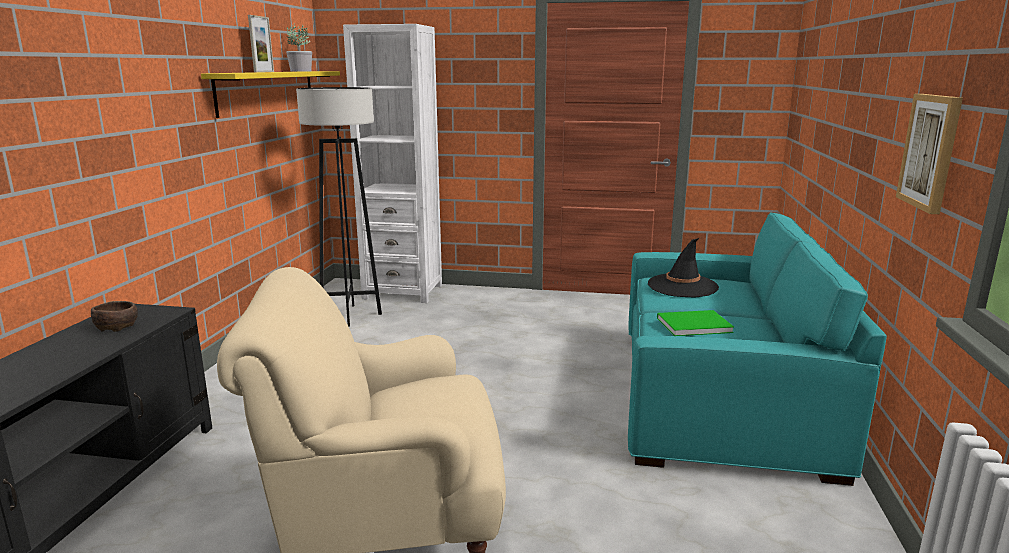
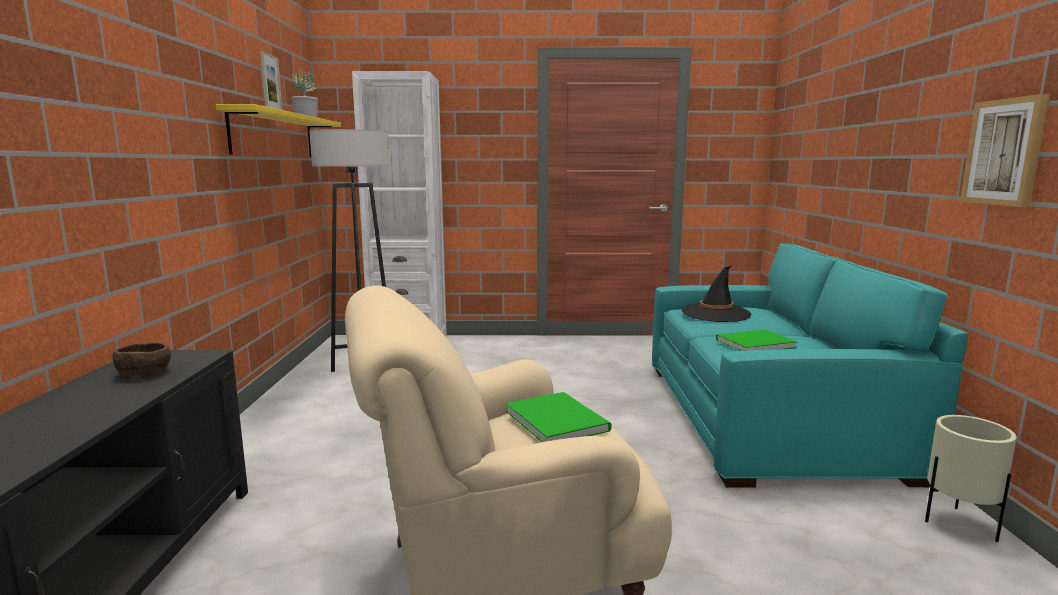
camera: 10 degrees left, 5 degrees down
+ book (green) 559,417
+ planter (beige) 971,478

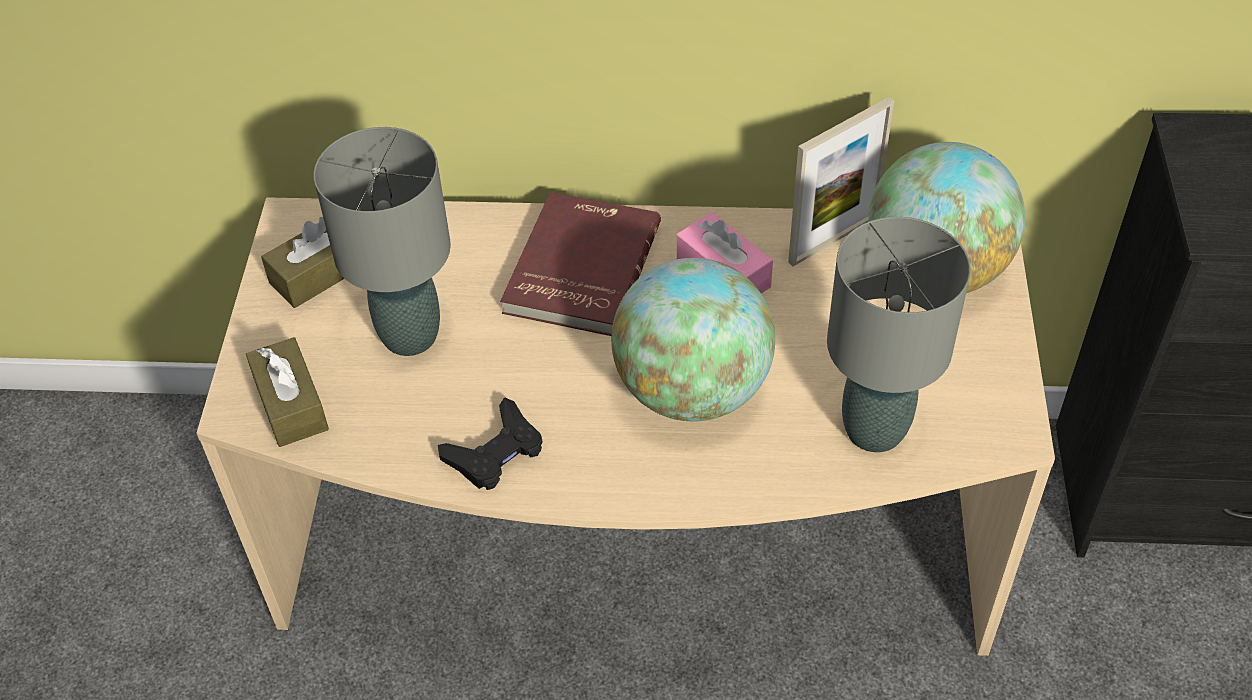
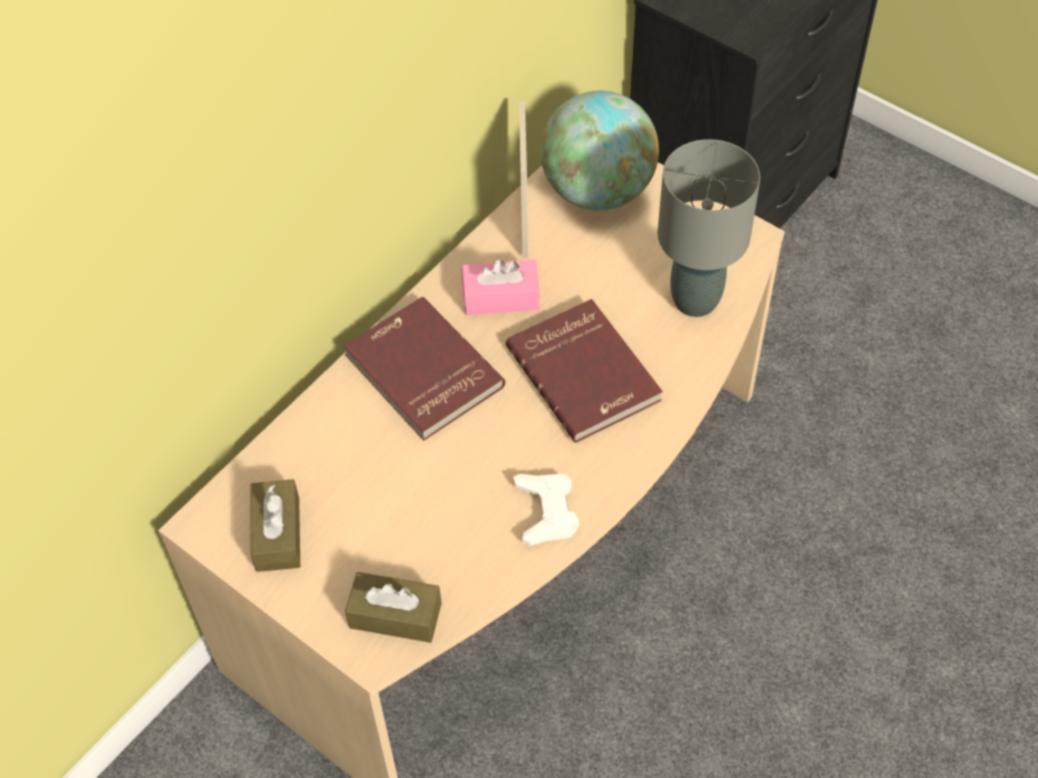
camera: 55 degrees left, 5 degrees up
- table lamp (grey) 382,241
~ game controller (black) 490,443 to game controller (white) 546,510
~ globe 693,339 to book (red) 584,371

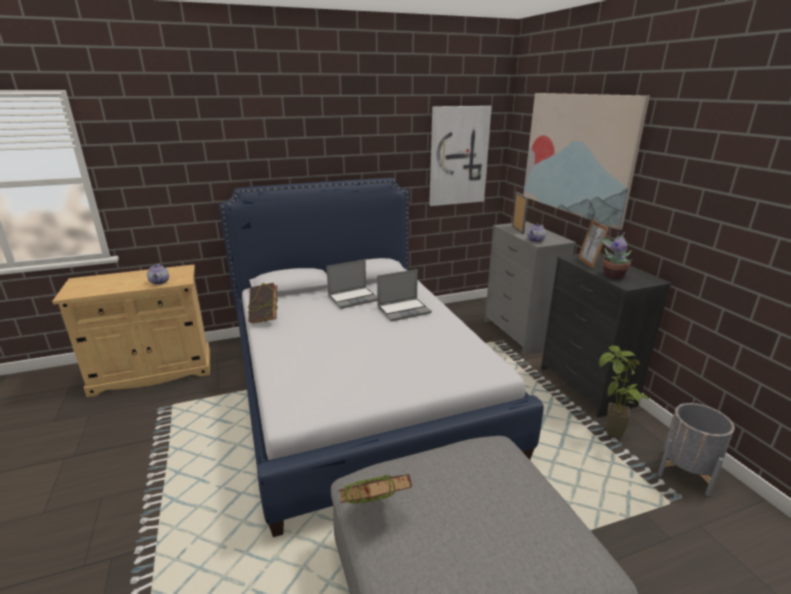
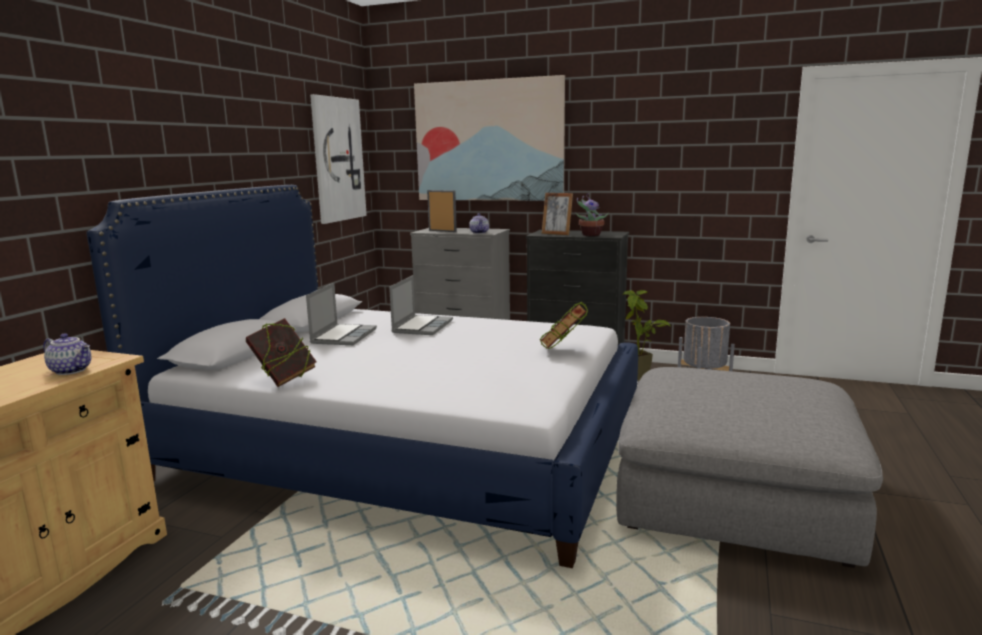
camera: 50 degrees left, 10 degrees down
~ book 375,489 to 564,325

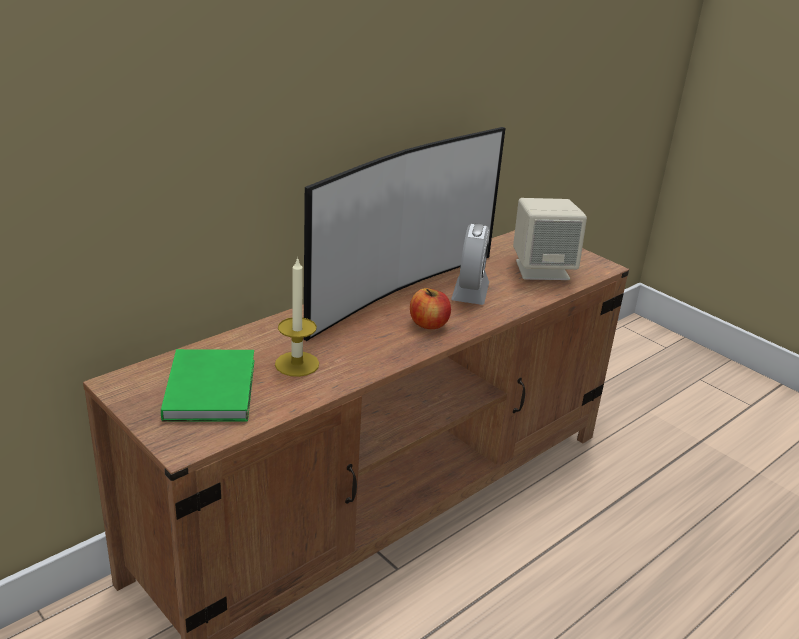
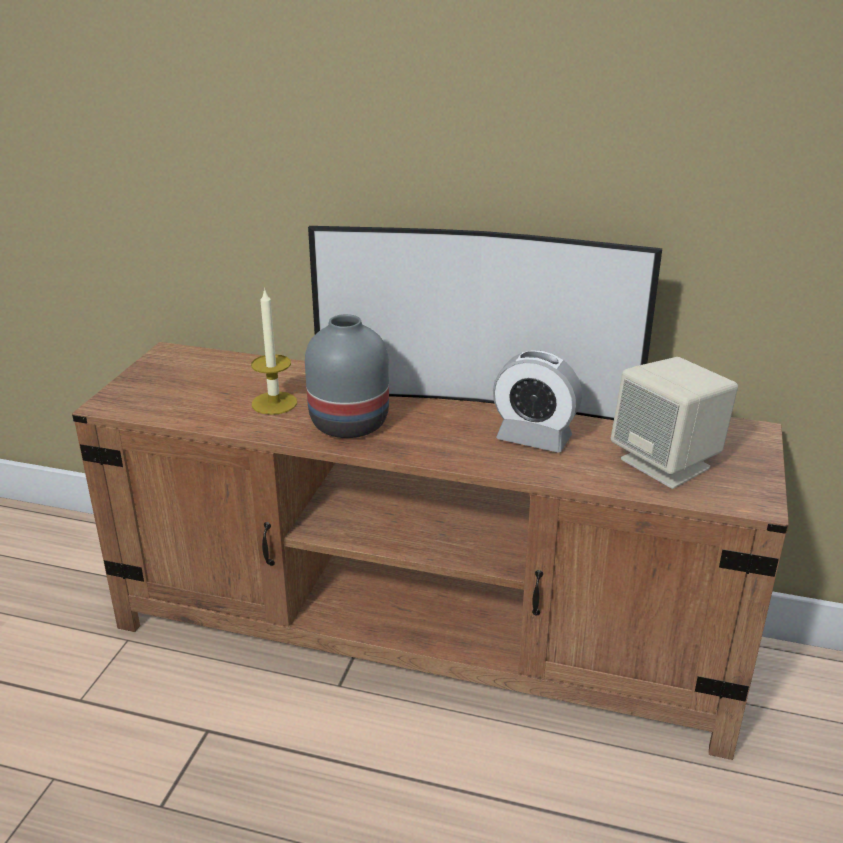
camera: 60 degrees right, 0 degrees up
- book (green) 207,385
- apple 430,308
~ alarm clock 470,264 = 537,401 45 degrees clockwise
+ vase (grey) 347,376

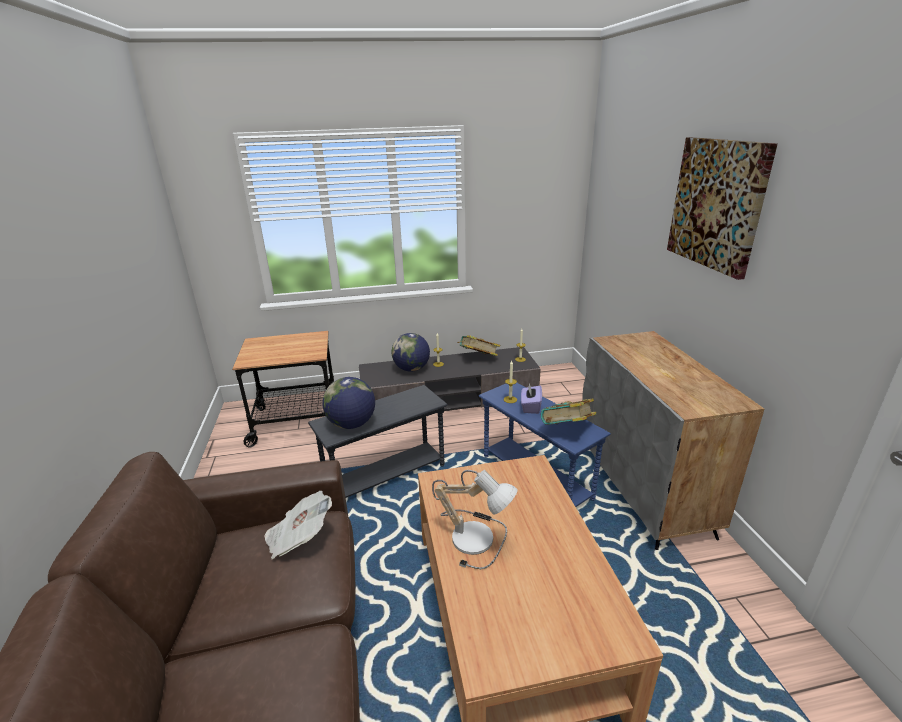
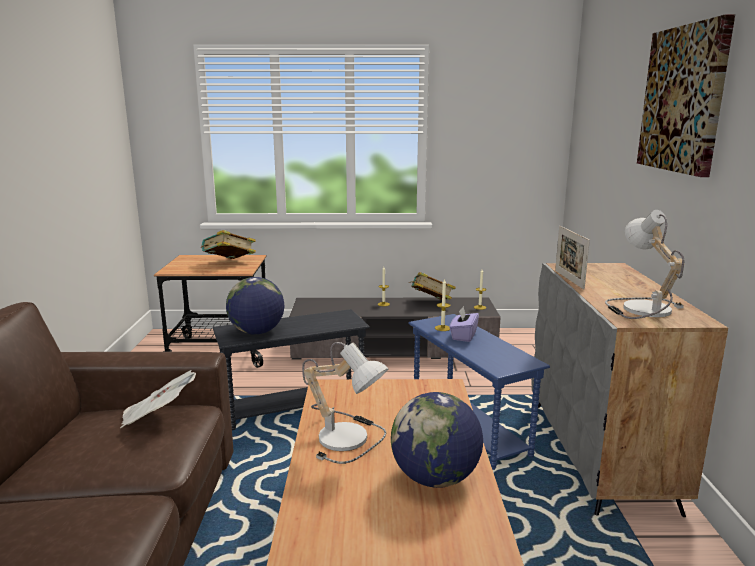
camera: 10 degrees right, 10 degrees down
~ globe 410,352 to 437,440
~ book 568,411 to 228,244
+ picture frame 572,257
+ table lamp 644,264

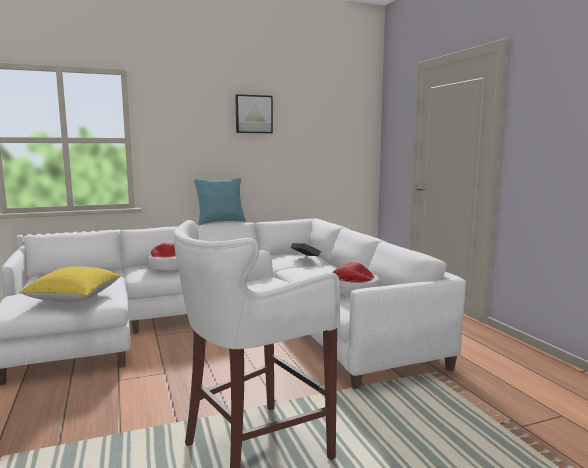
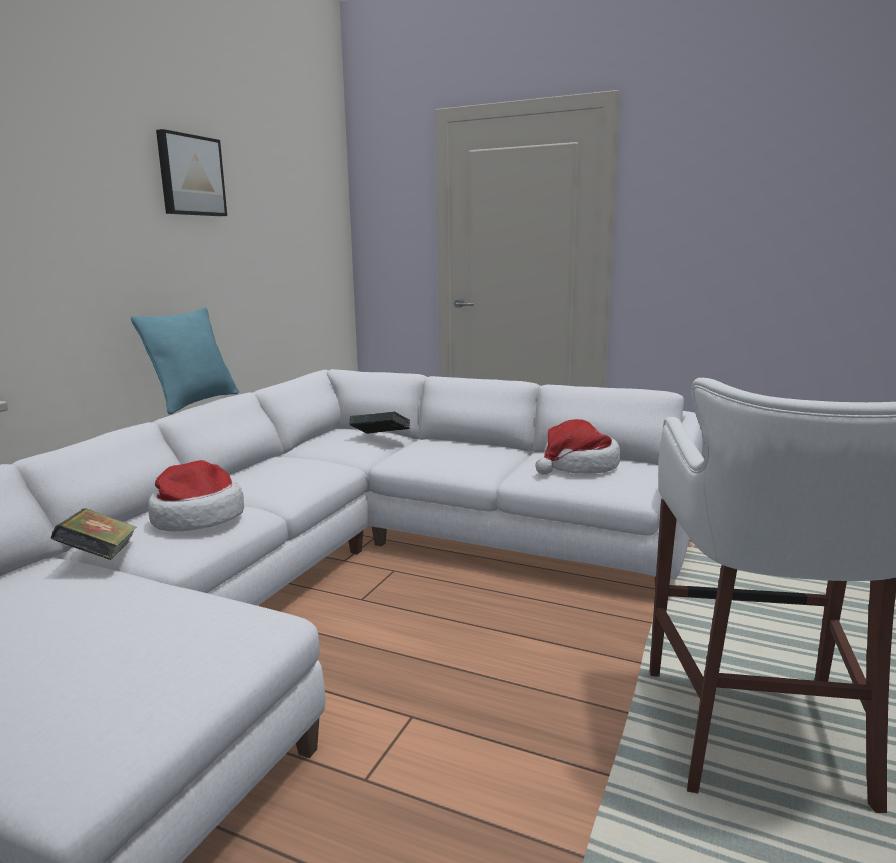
camera: 45 degrees left, 5 degrees up
- pillow (yellow) 70,284
+ book 94,534

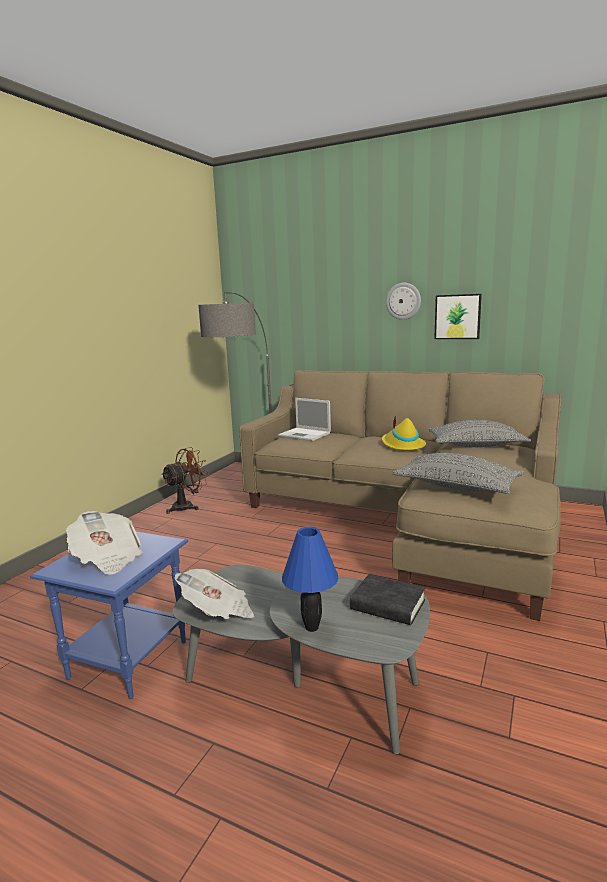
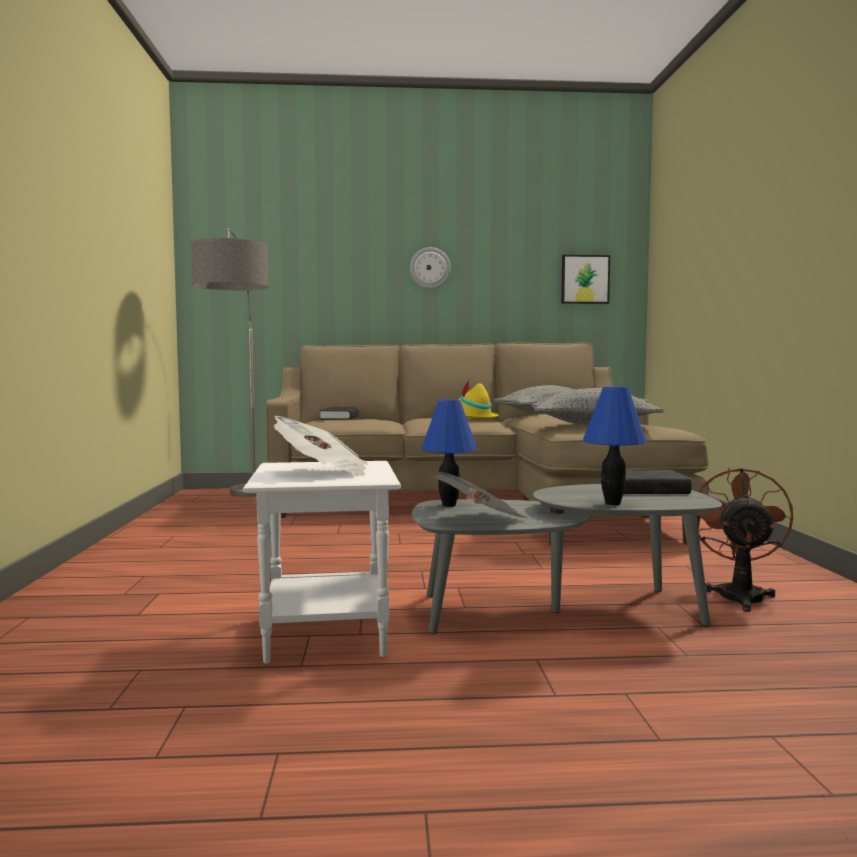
camera: 30 degrees left, 10 degrees down
~ side table (blue) 109,615 to side table (white) 322,562
~ fan (brown) 185,480 to 745,540
~ laptop 304,419 to book (black) 338,413
~ picture 458,316 to 585,279
+ table lamp (blue) 449,453

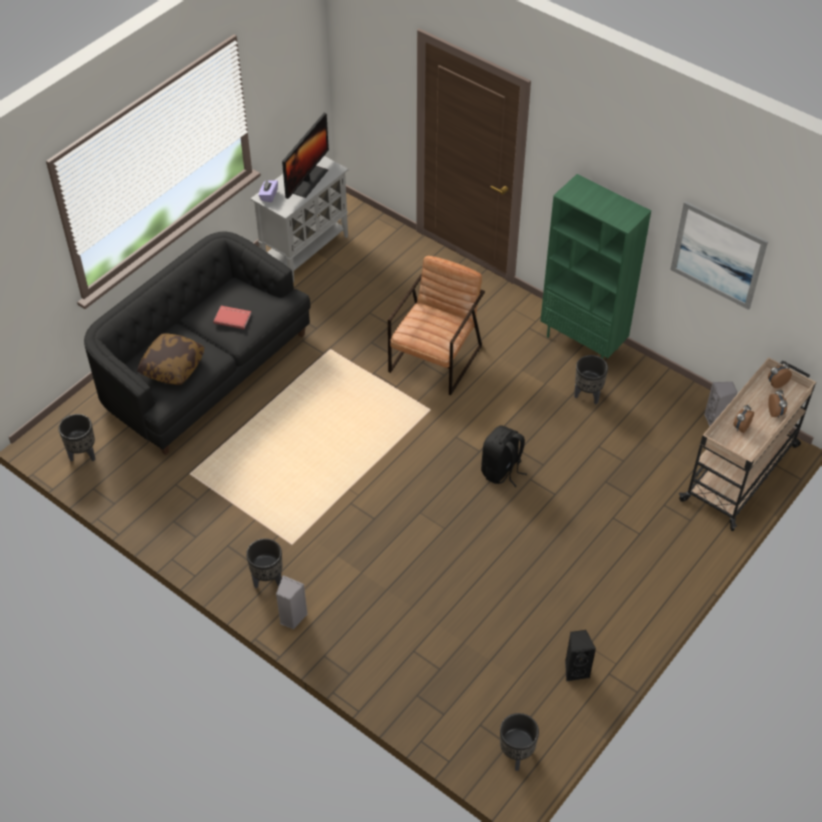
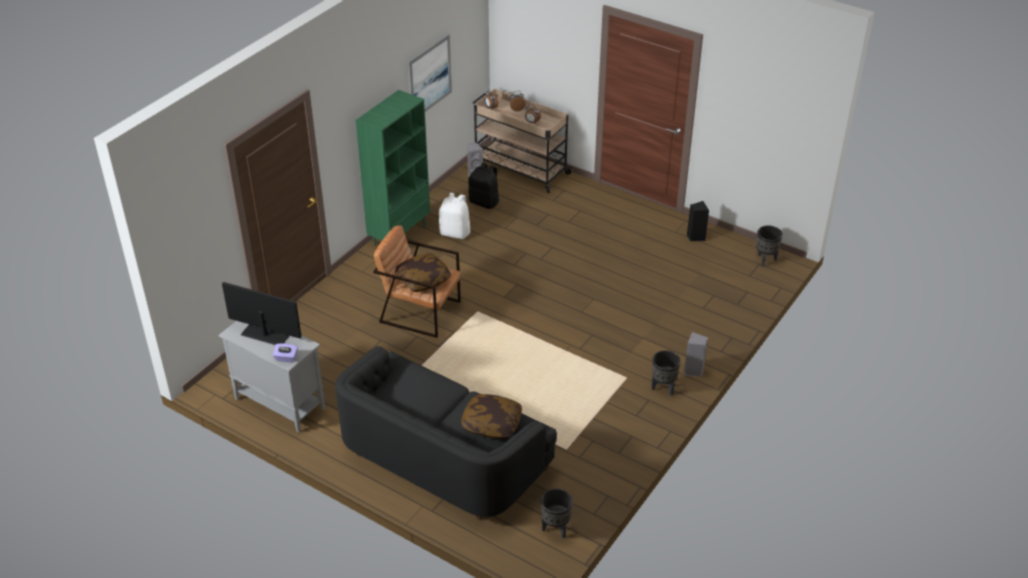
camera: 95 degrees left, 10 degrees down
- book (red) 232,317
~ backpack (black) 504,456 to 483,186
~ planter (black) 591,379 to backpack (white) 454,216
+ pillow 423,272

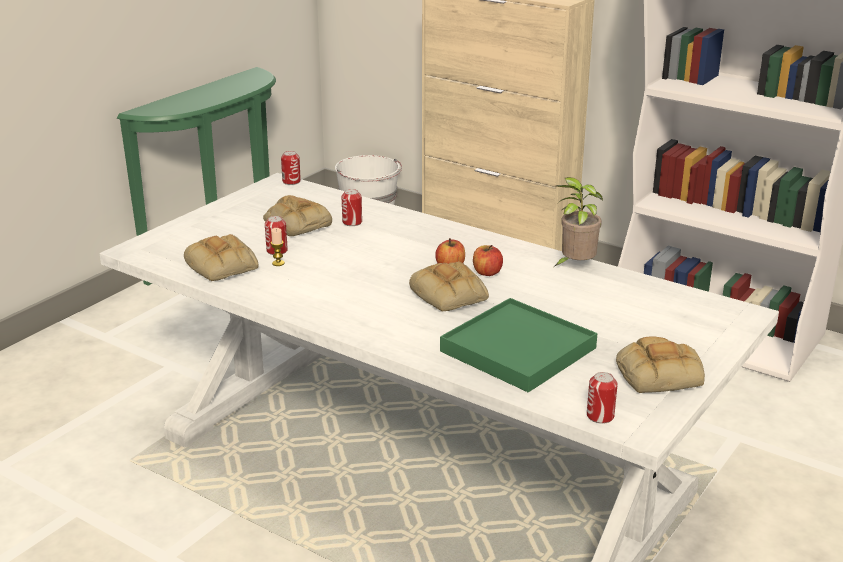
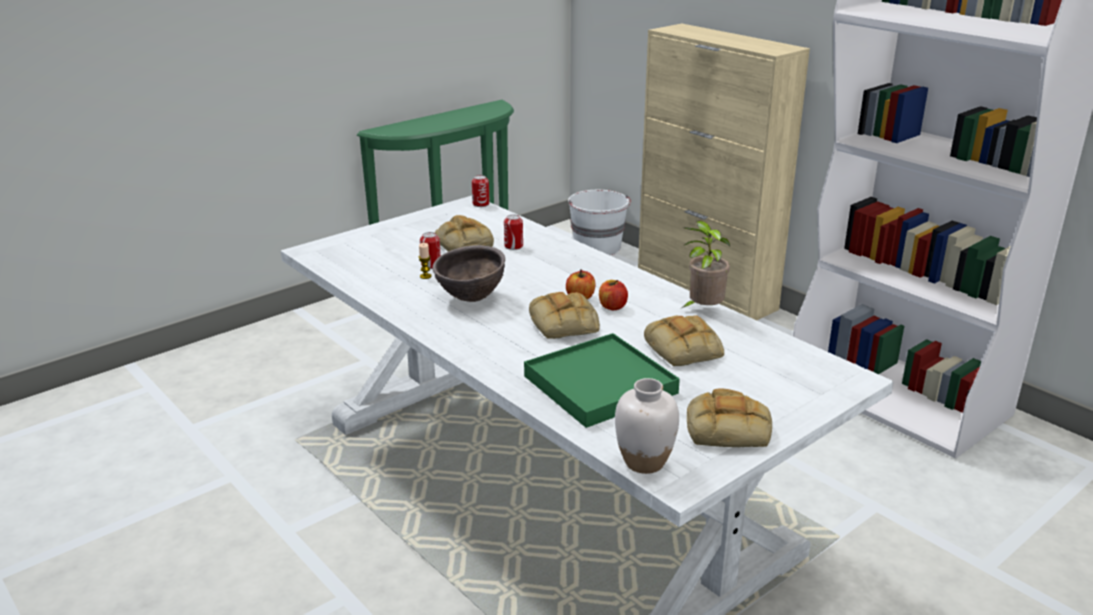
camera: 15 degrees right, 0 degrees up
~ bread 221,258 to 684,340
~ can 602,398 to vase (white) 647,426
+ bowl (brown) 468,273

